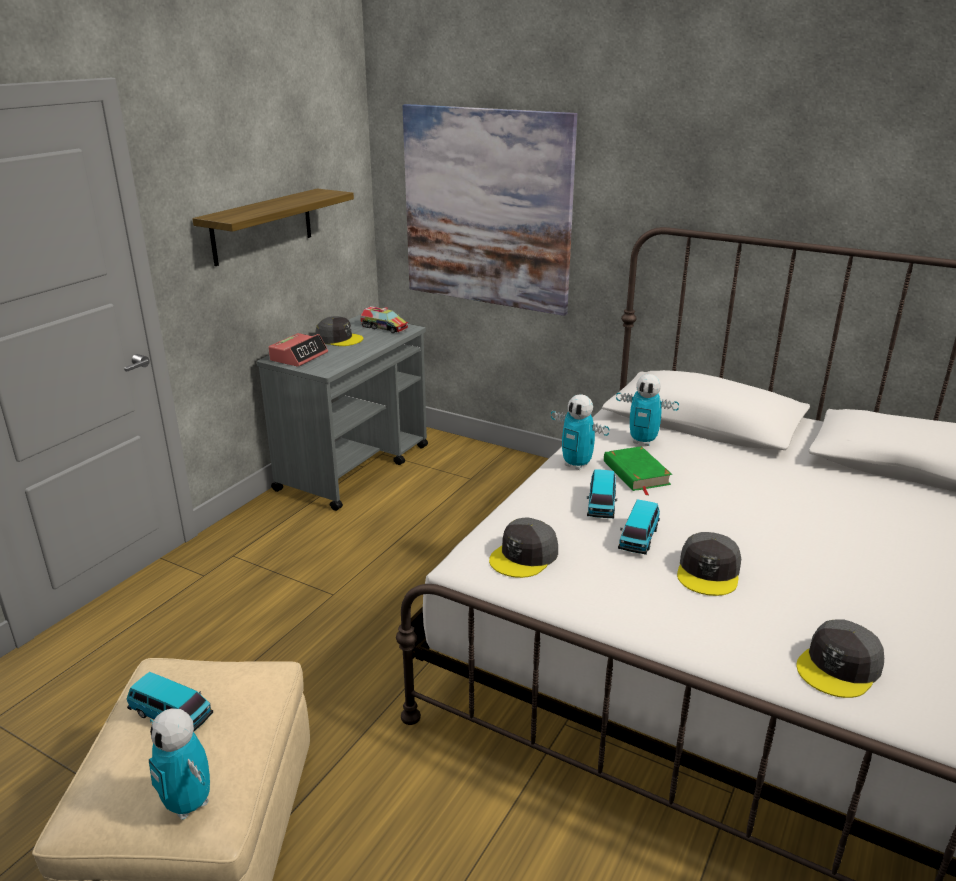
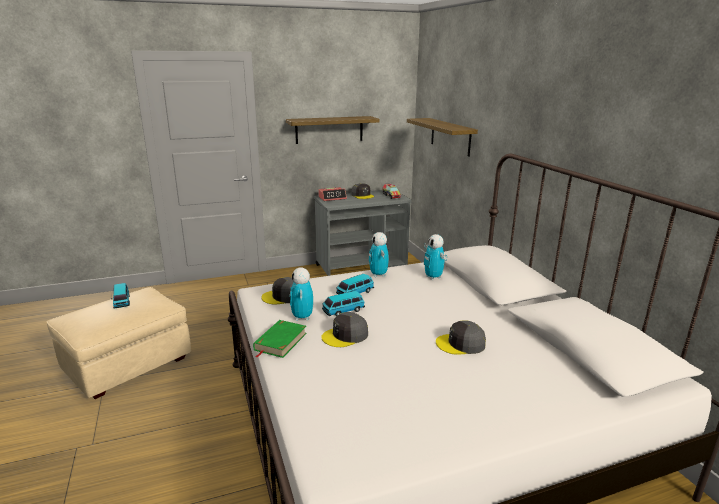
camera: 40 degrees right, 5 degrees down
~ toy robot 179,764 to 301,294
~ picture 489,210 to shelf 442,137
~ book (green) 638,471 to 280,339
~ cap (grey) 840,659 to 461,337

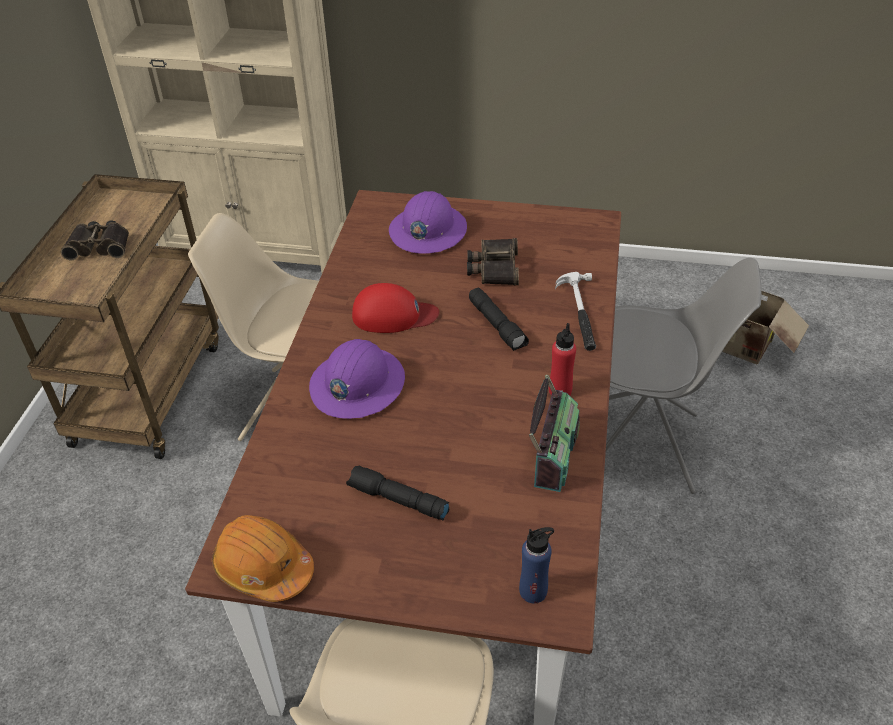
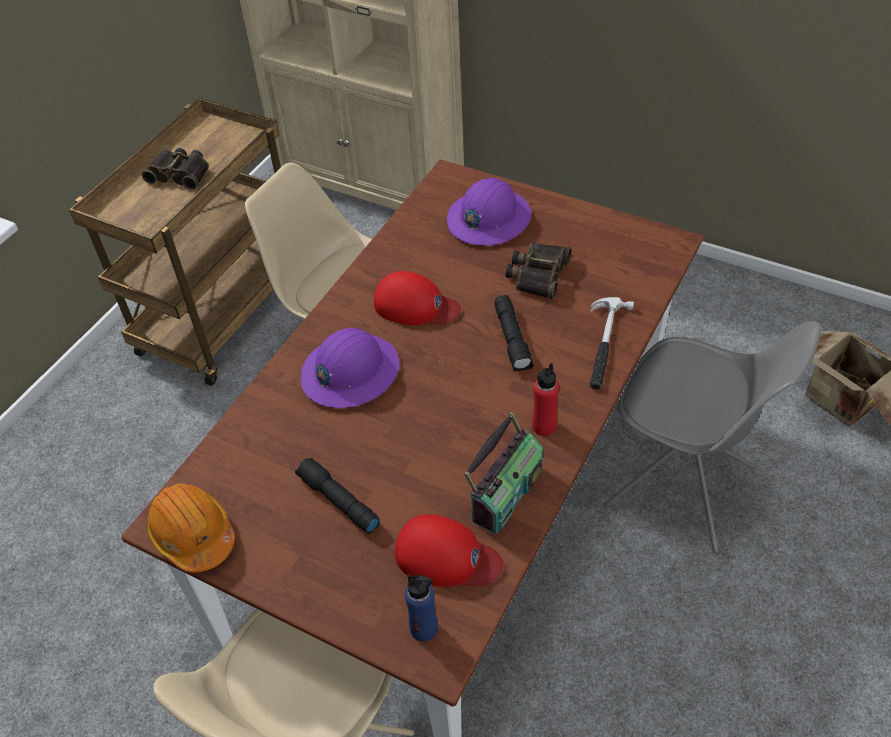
camera: 20 degrees right, 5 degrees up
+ cap (red) 449,550

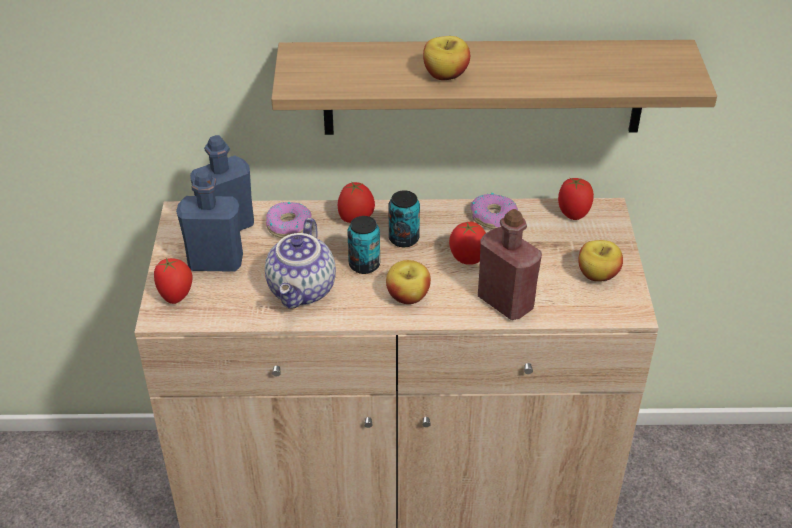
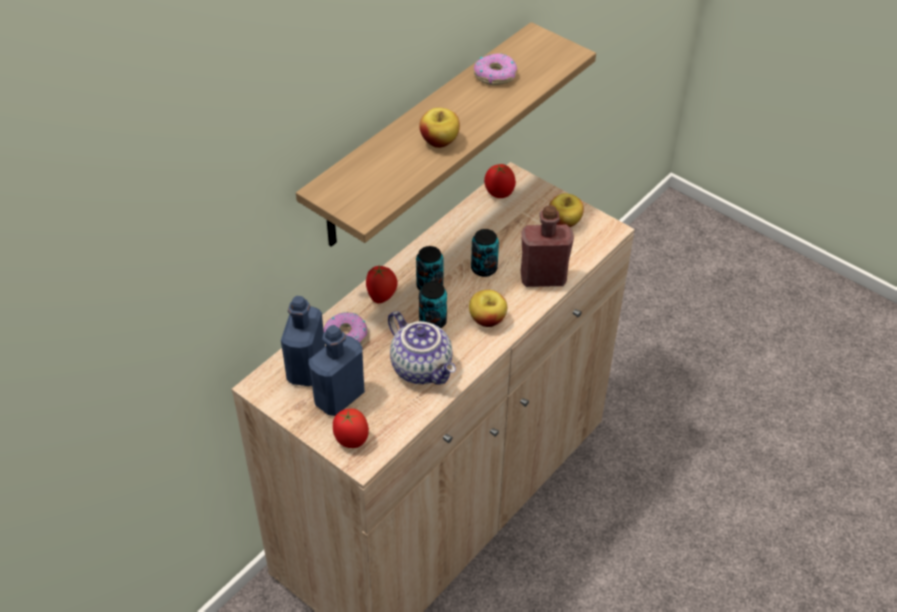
camera: 50 degrees left, 5 degrees up
~ tomato 467,243 to can 485,253
~ donut 494,211 to 495,69

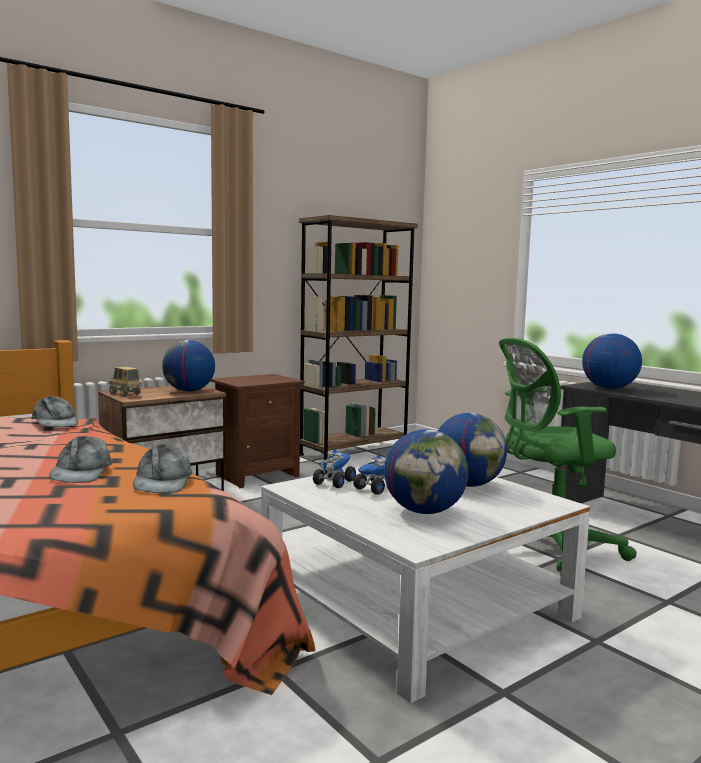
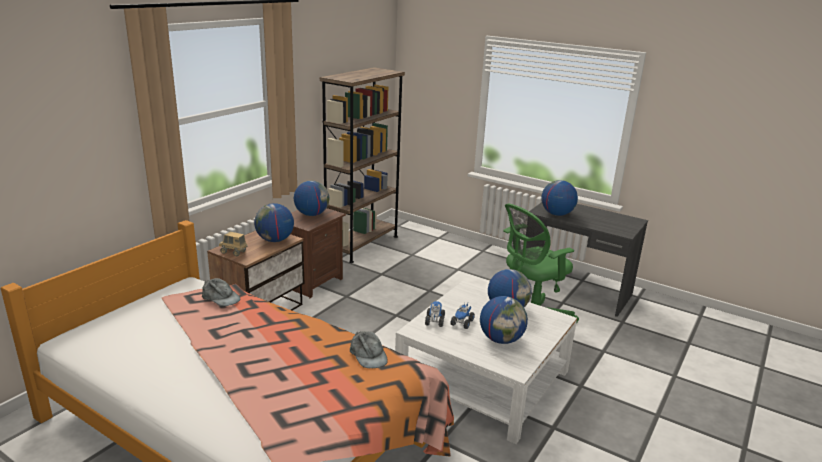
camera: 20 degrees left, 15 degrees up
- cap (grey) 80,459
+ globe 311,198

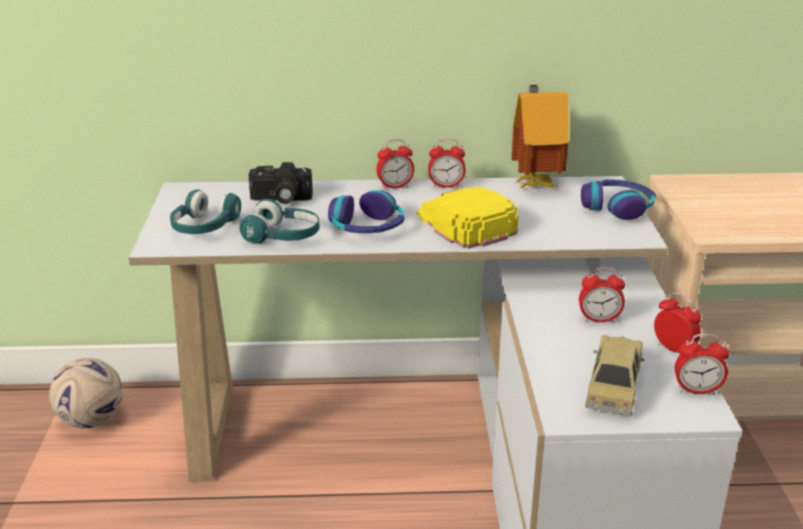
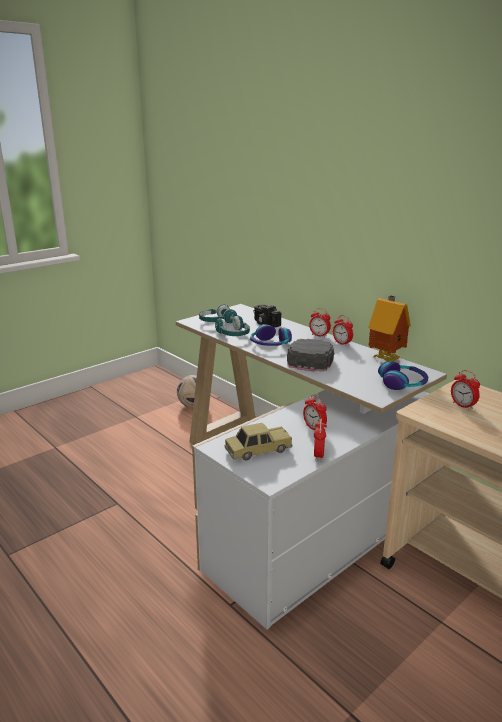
camera: 50 degrees right, 5 degrees down
~ cap (yellow) 468,218 to cap (black) 310,355
~ alarm clock 702,364 to 465,390

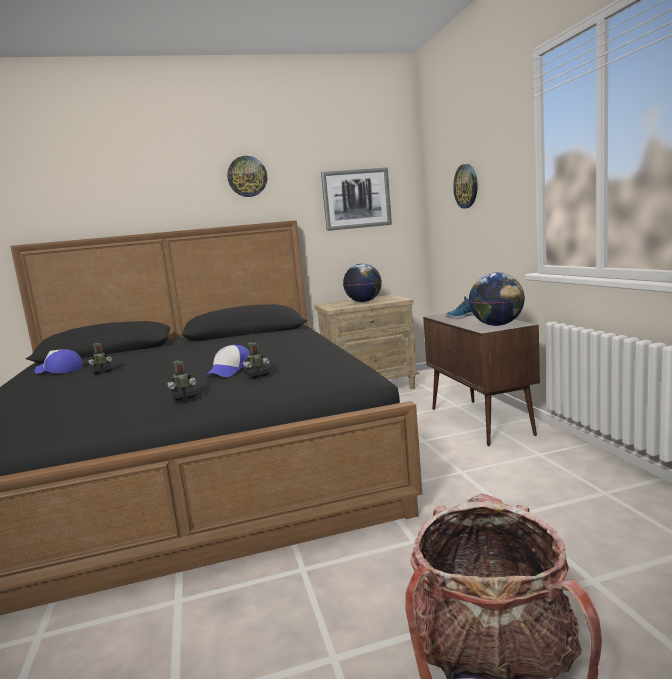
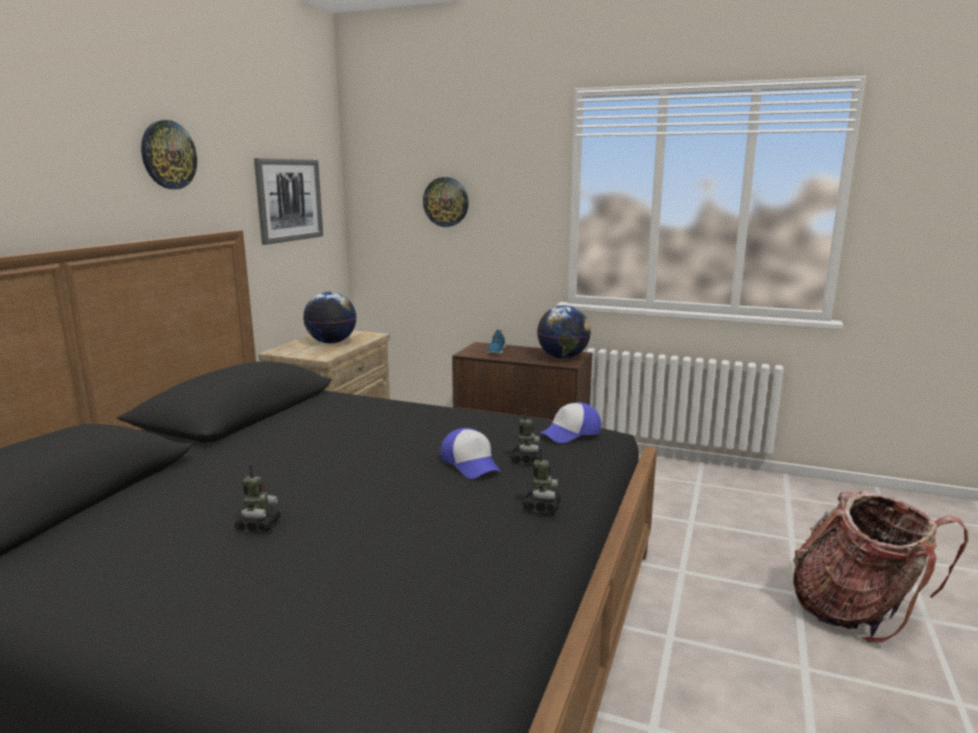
camera: 55 degrees left, 5 degrees up
~ cap 58,361 to 570,422

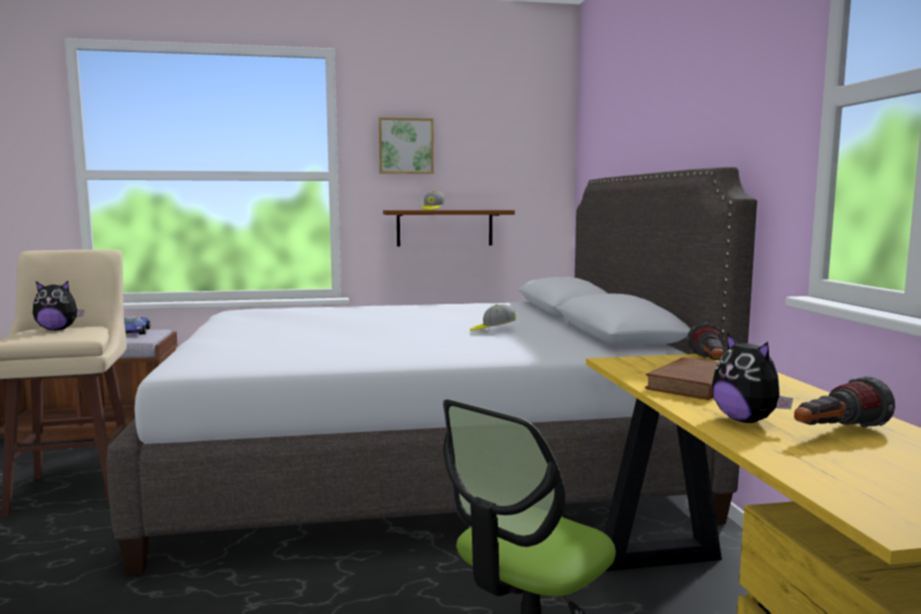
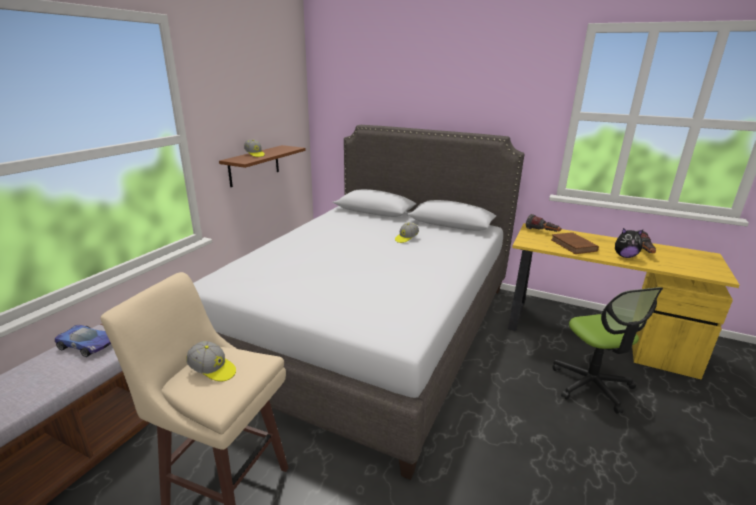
camera: 55 degrees left, 15 degrees up
~ plush toy 58,306 to cap 211,361
- picture 406,145

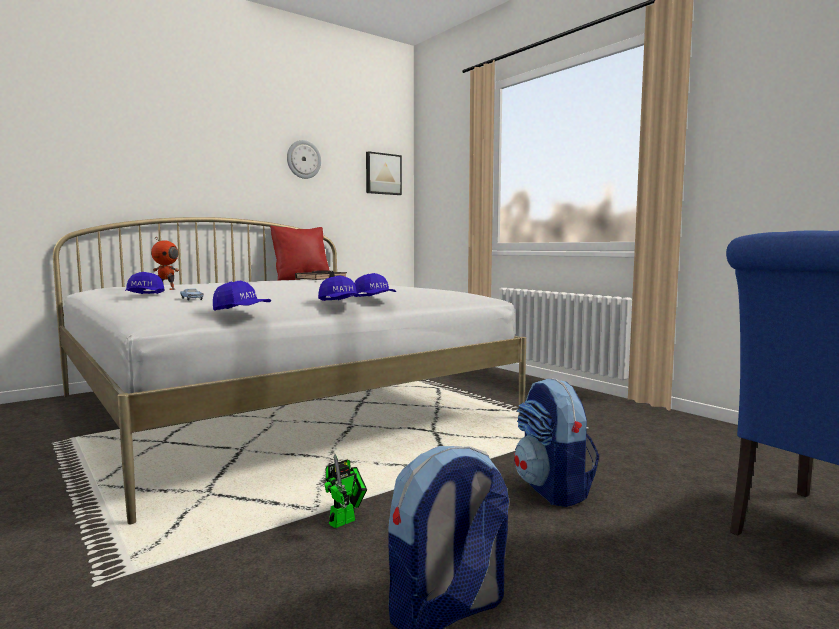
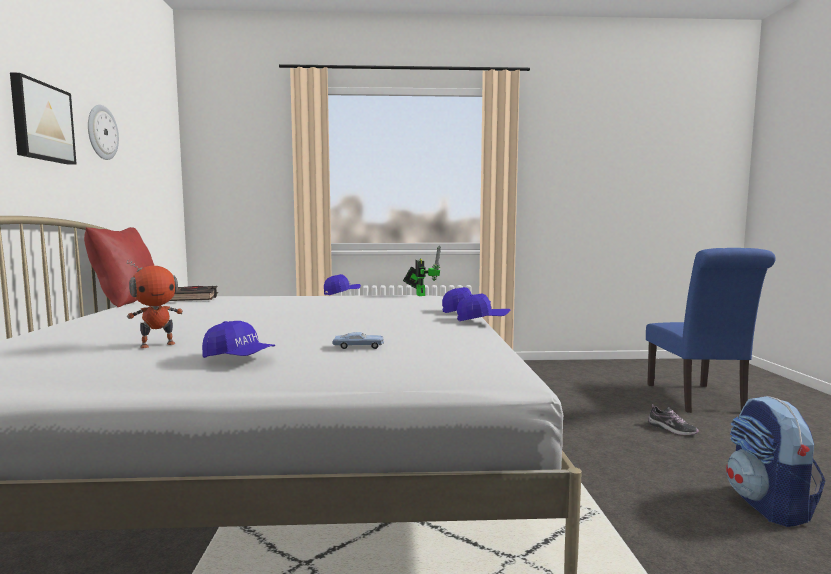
camera: 55 degrees left, 0 degrees up
~ cap (blue) 242,296 to 342,284
~ toy robot 346,491 to 422,270
~ picture 384,173 to 43,119
- backpack 556,442
+ shoe 673,419

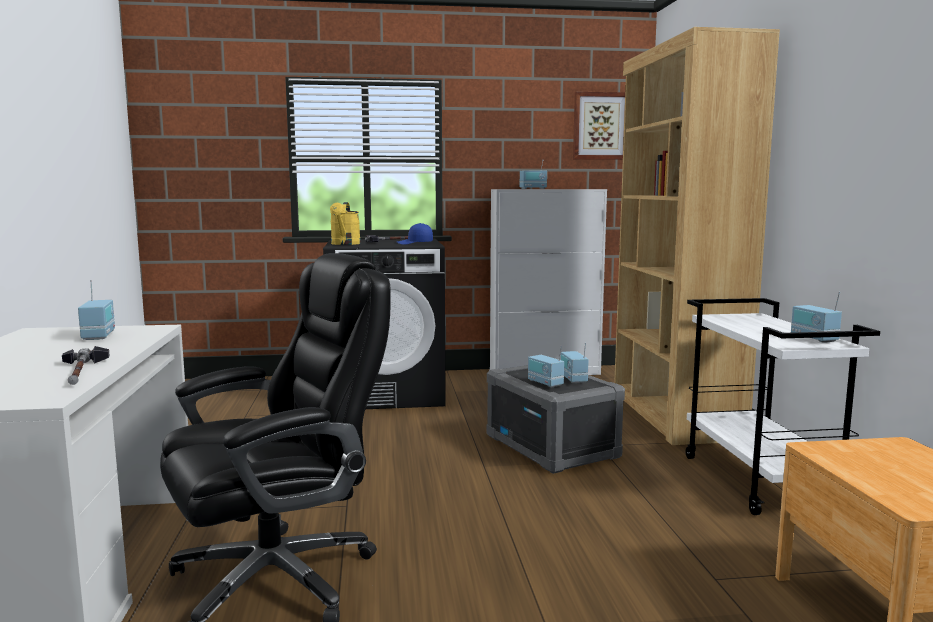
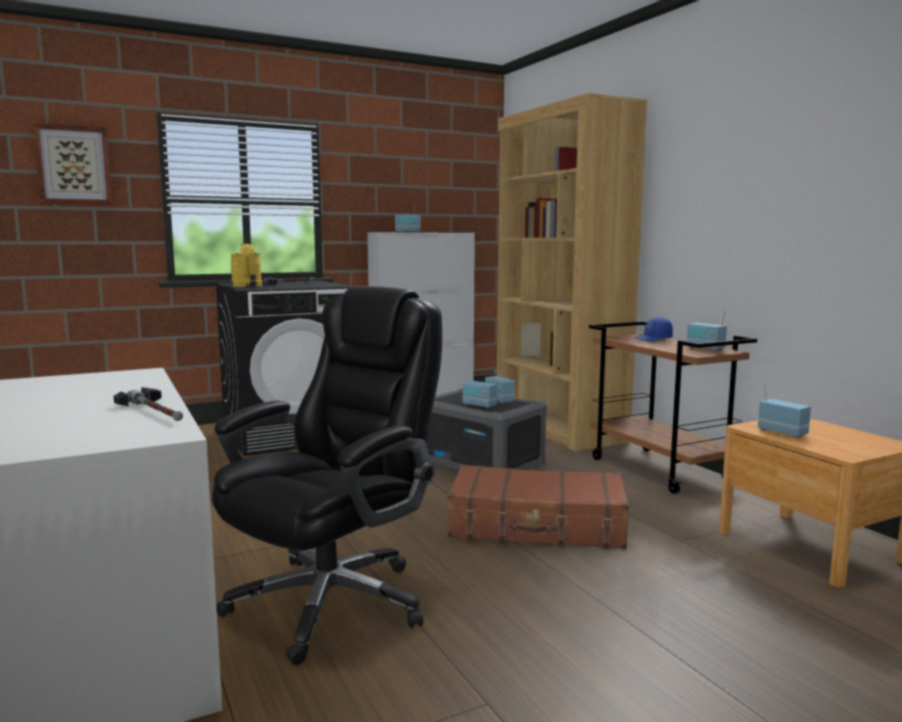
camera: 20 degrees left, 0 degrees up
~ radio 96,310 to 784,410
~ cap (blue) 415,234 to 653,329
~ picture 599,126 to 72,164
~ cart (white) 783,406 to cart (brown) 673,407
+ suitcase (brown) 538,506

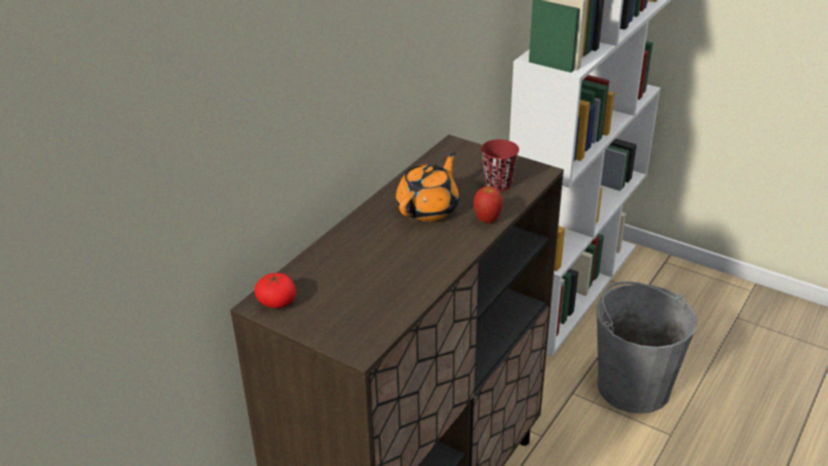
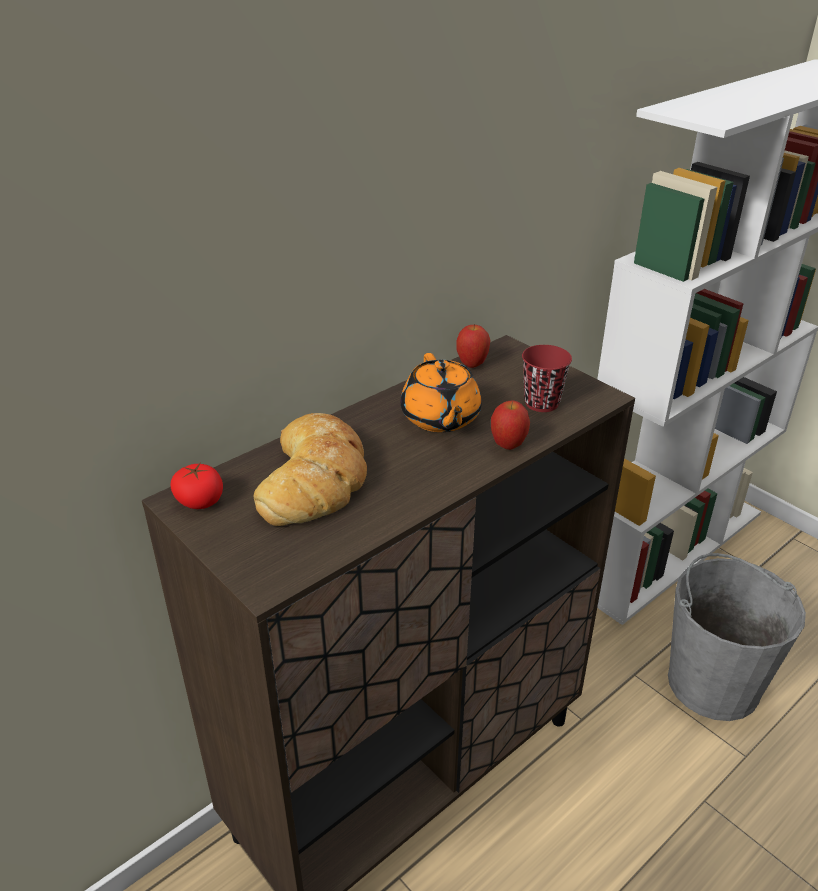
camera: 15 degrees right, 0 degrees up
~ teapot (orange) 427,186 = 441,392 120 degrees clockwise
+ bread 310,469
+ apple 473,346

